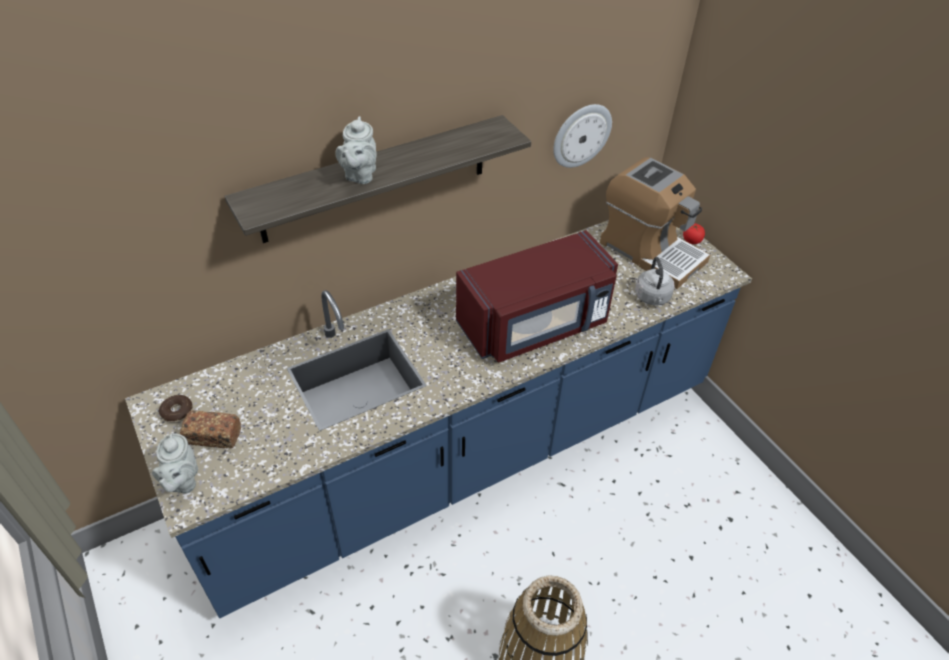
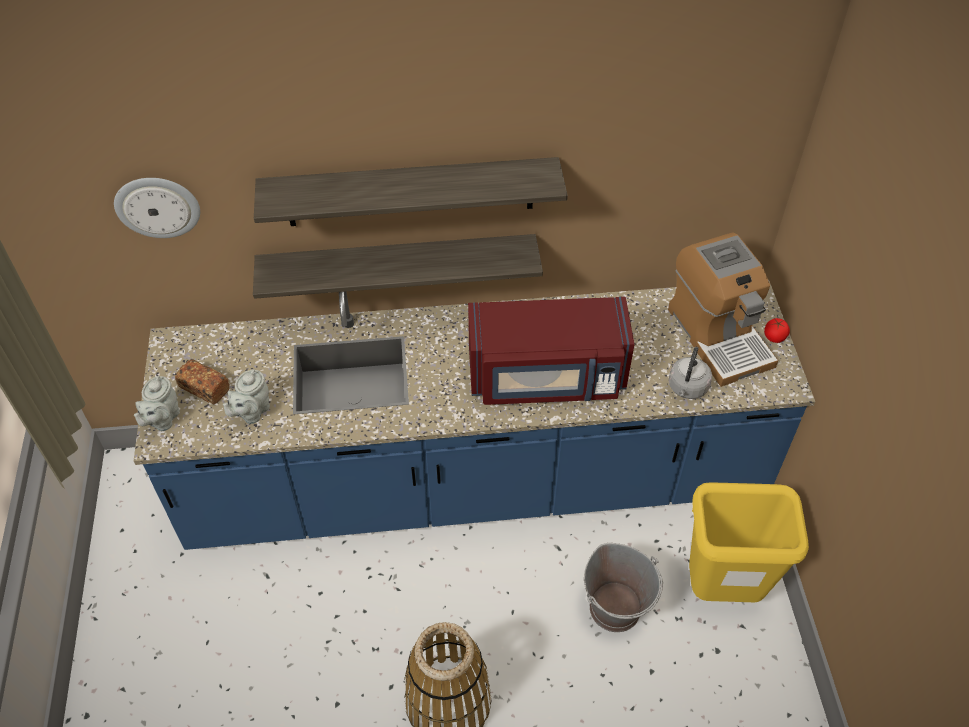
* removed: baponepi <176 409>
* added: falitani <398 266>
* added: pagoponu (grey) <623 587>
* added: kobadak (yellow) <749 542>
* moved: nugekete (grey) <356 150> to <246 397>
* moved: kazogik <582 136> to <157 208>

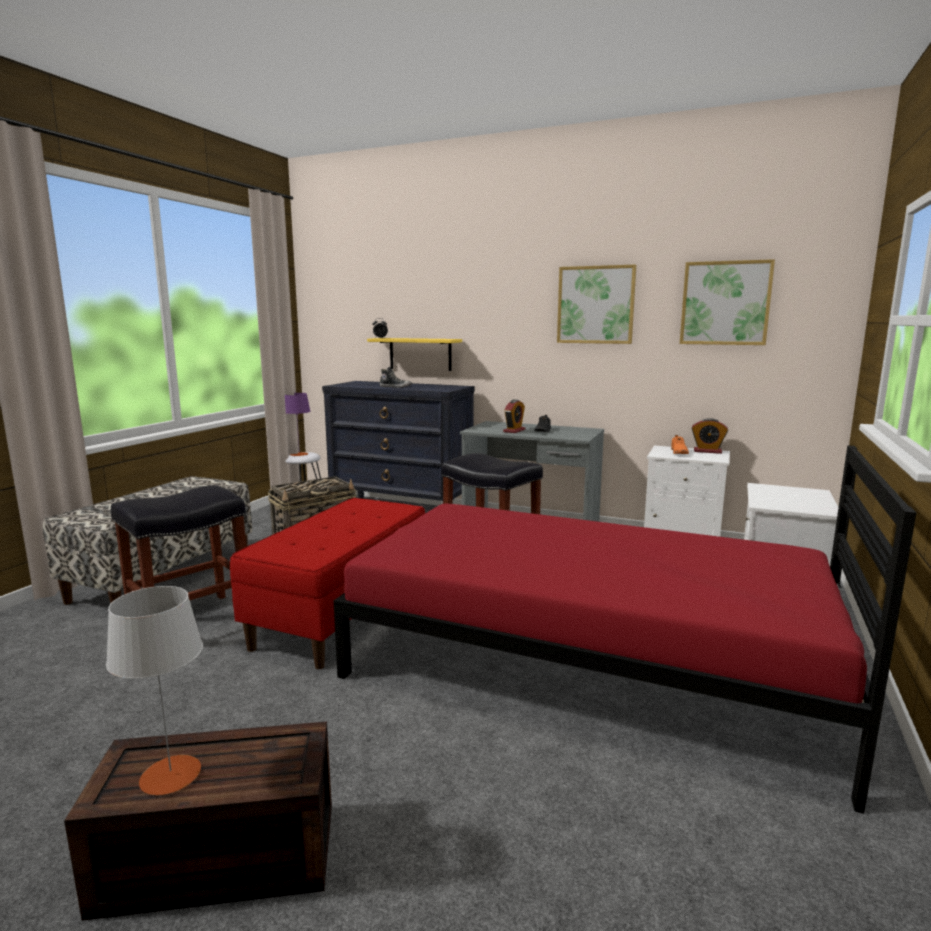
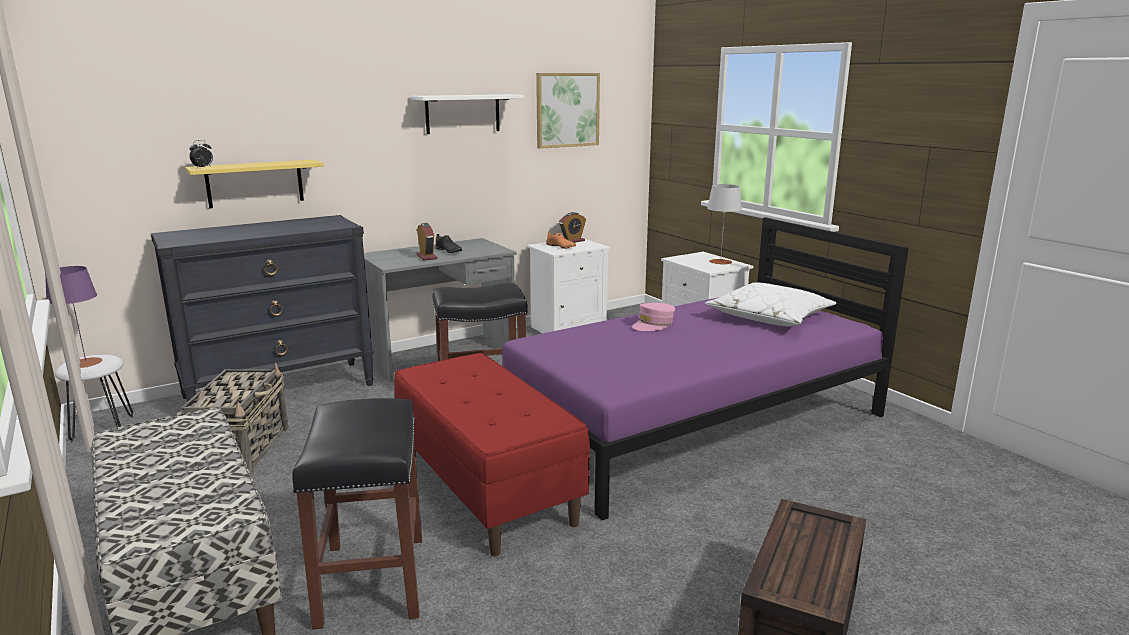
* removed: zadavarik <396 377>
* added: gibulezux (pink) <653 317>
* added: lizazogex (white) <771 304>
* moved: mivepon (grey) <154 690> to <724 224>
* replaced: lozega <596 304> to falitani (white) <467 114>
* recoloured: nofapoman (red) <625 629> to nofapoman (purple) <705 368>

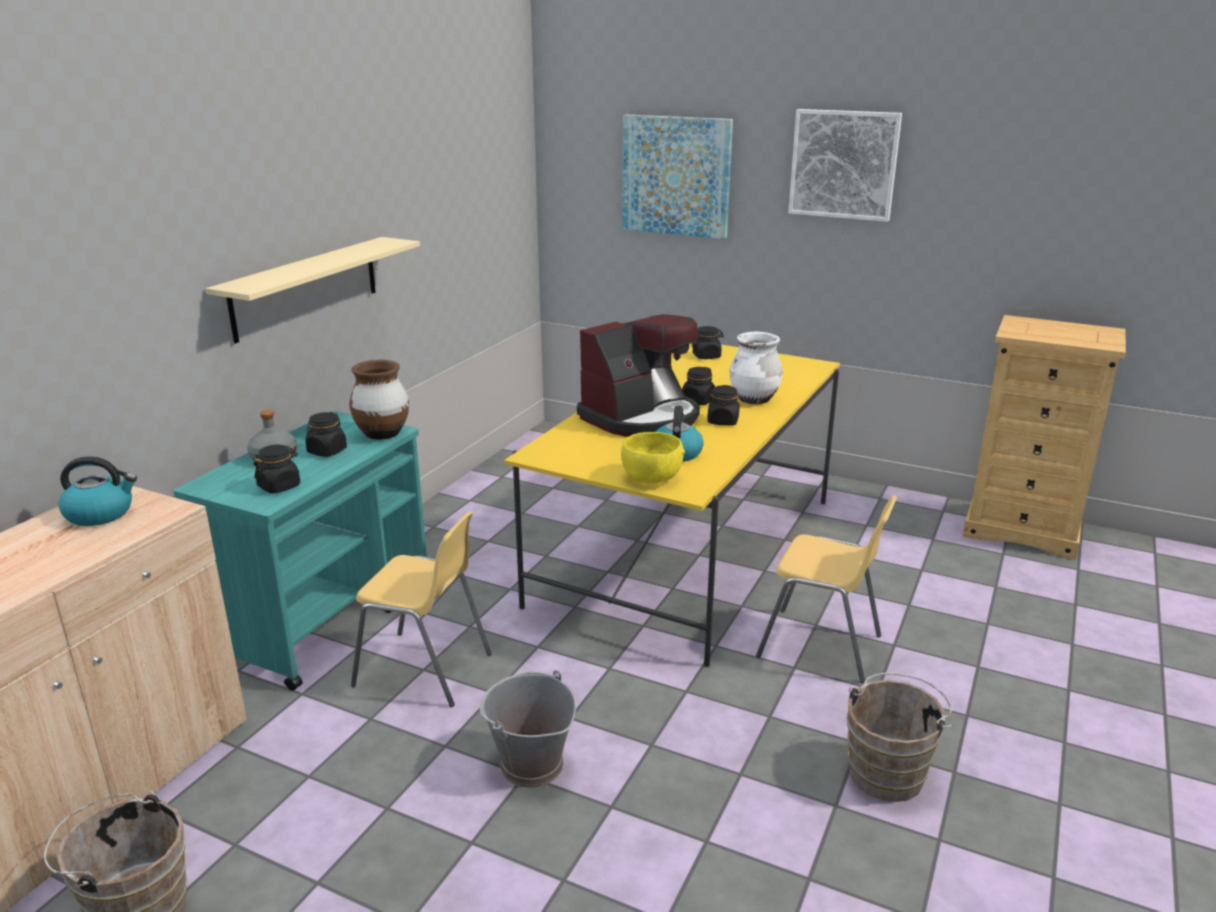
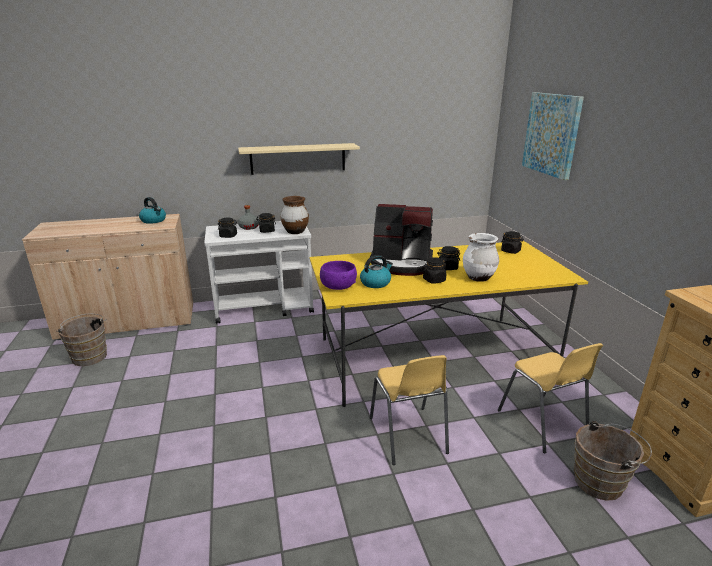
* removed: pagoponu (grey) <528 729>
* removed: lozega <845 165>
* moved: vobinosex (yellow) <421 609> to <550 398>
* moved: pagoponu (brown) <899 737> to <613 461>
* recoloured: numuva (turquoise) <300 551> to numuva (white) <259 272>
* recoloured: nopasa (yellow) <653 458> to nopasa (purple) <338 275>

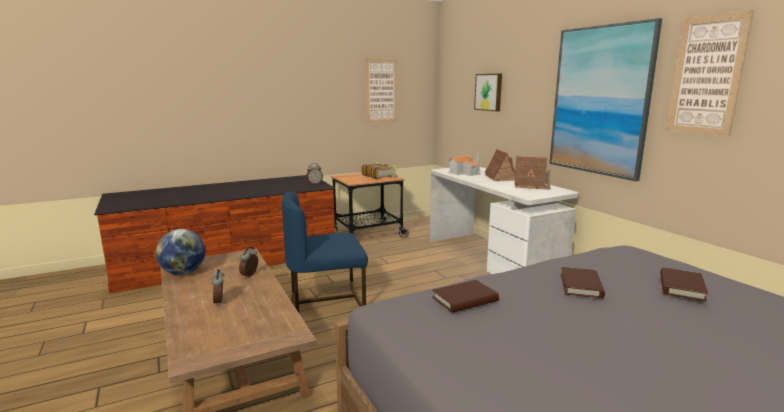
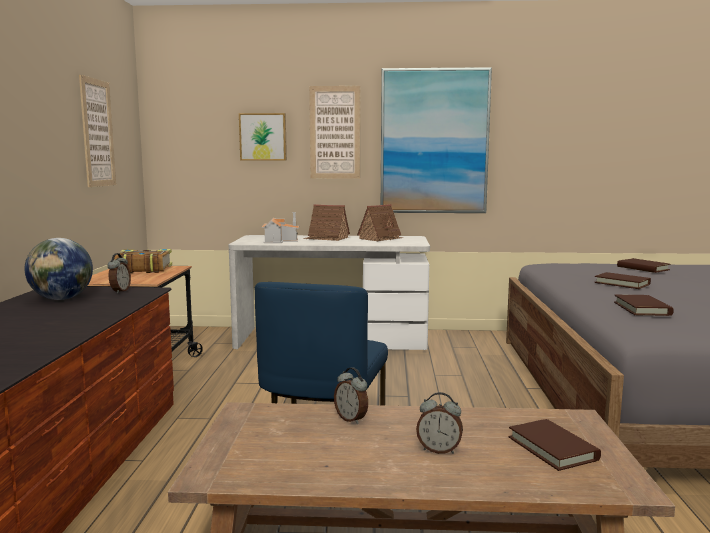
* added: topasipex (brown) <555 445>
* moved: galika <180 252> to <59 269>
* moved: lozega <710 73> to <334 132>

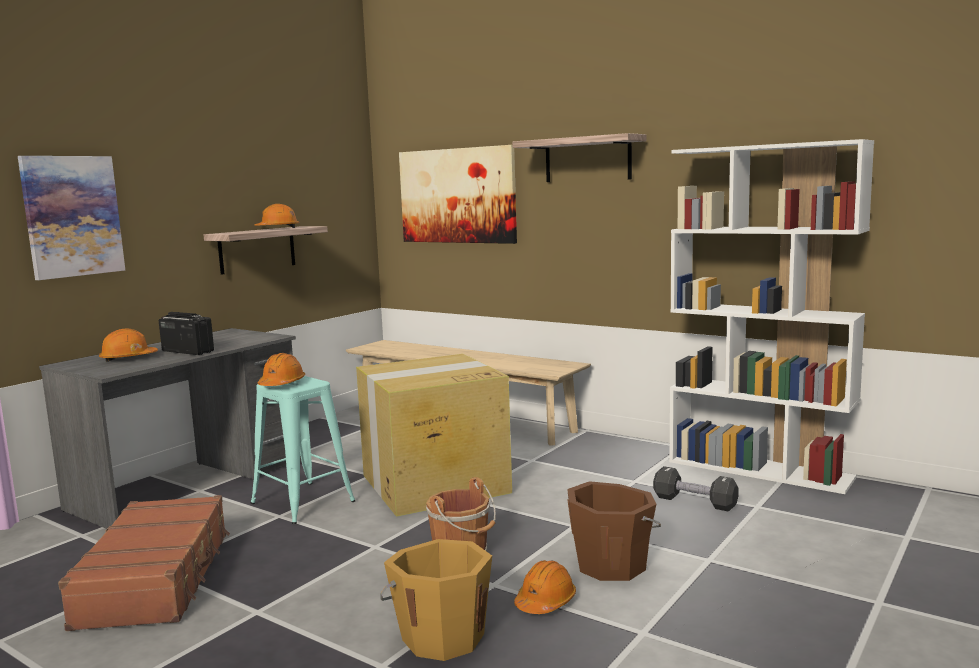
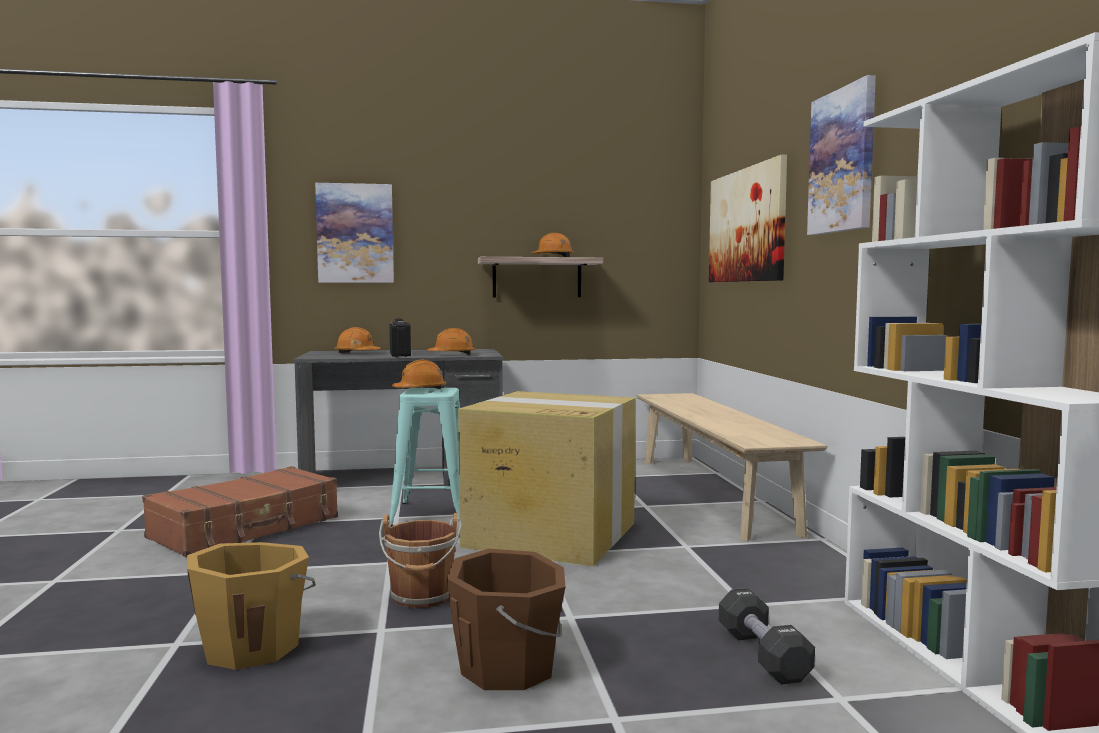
* moved: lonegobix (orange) <545 587> to <451 341>
* replaced: falitani <579 157> to lozega <841 155>

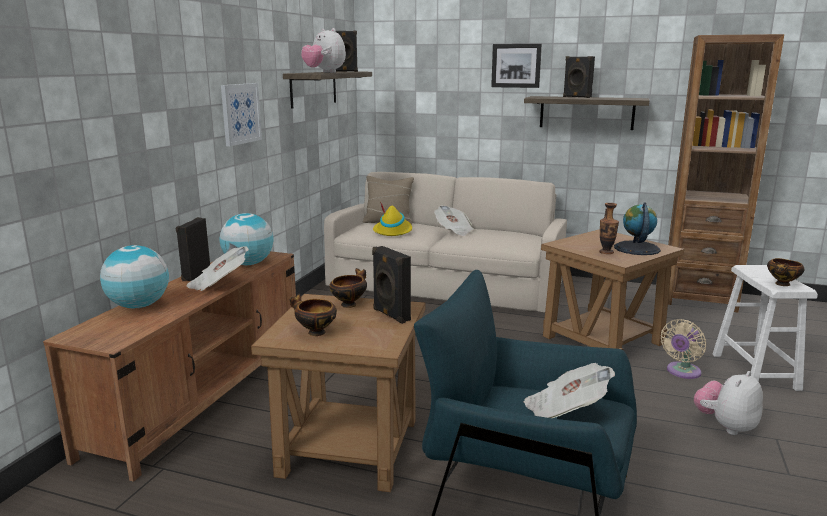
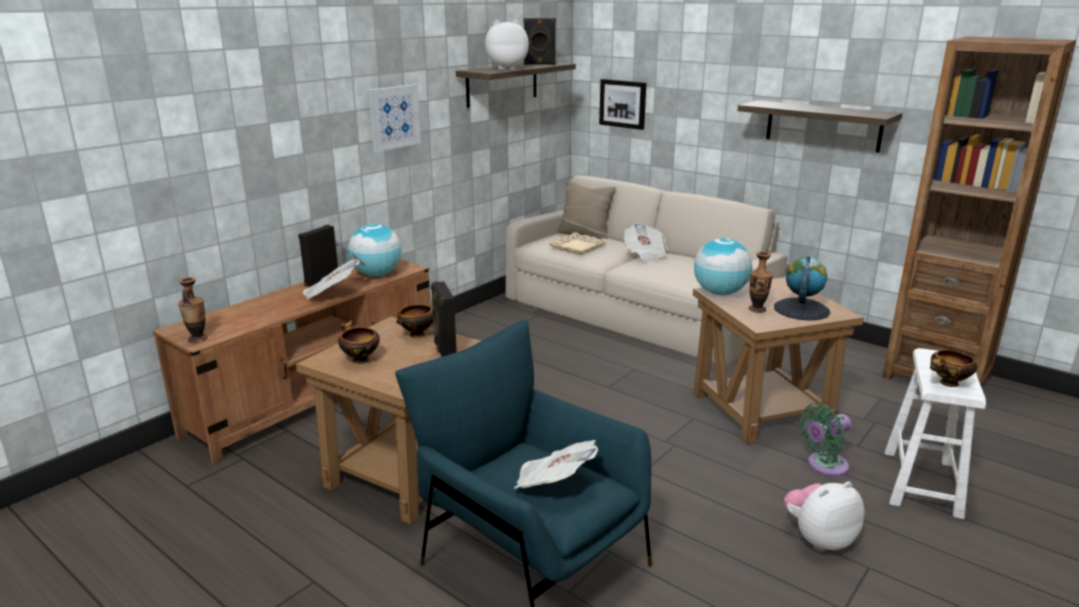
* removed: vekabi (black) <579 77>
* added: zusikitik <193 310>
* moved: galika <134 276> to <723 266>
* moved: lozega <516 66> to <622 104>
* replaced: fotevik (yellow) <392 218> to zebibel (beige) <578 243>
* recoloured: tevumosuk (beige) <683 349> to tevumosuk (green) <825 439>
* turned: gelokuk <323 50> = <507 45> 105 degrees clockwise

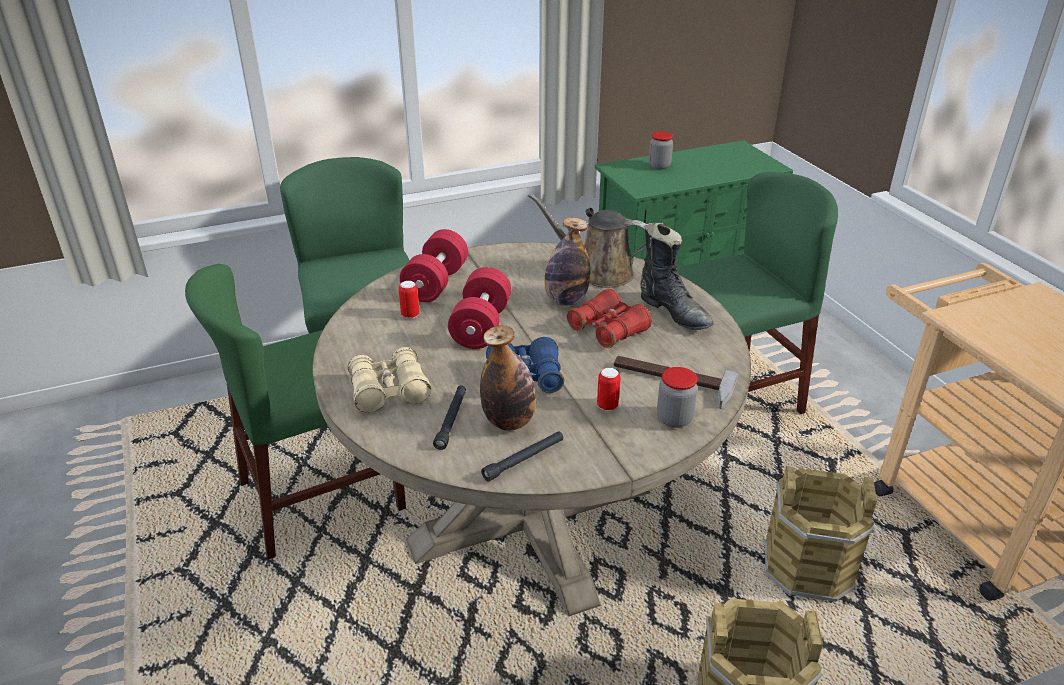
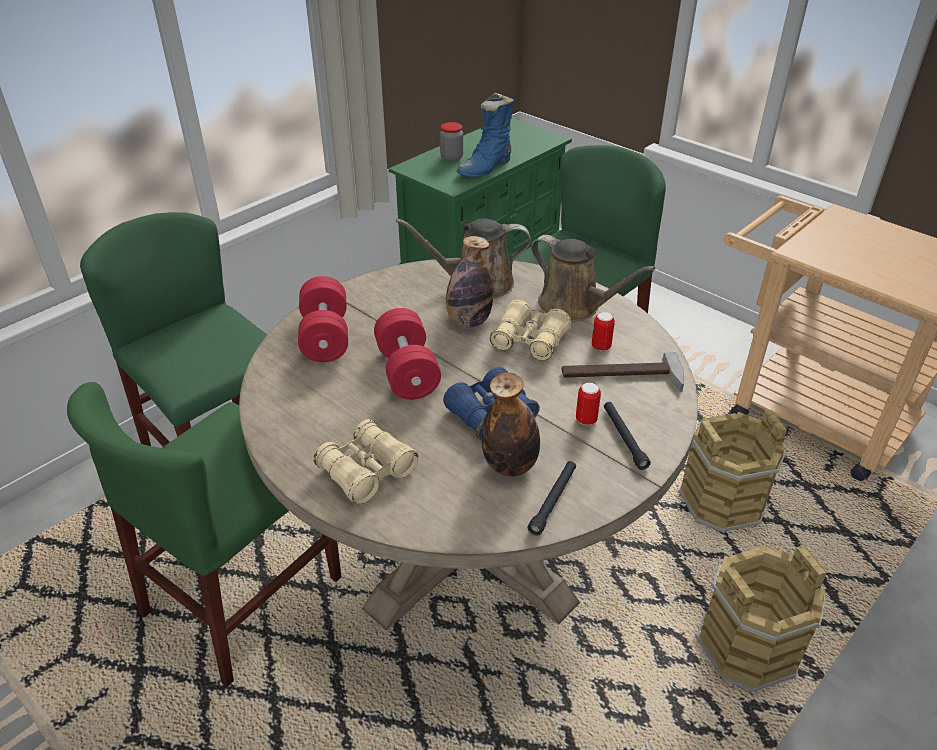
* removed: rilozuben <677 397>
* added: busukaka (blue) <485 135>
* moved: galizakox <409 300> to <603 331>
* moved: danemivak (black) <449 417> to <627 436>
* replaced: busukaka (black) <677 276> to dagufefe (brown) <593 278>
* recoloured: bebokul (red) <609 318> to bebokul (beige) <530 330>

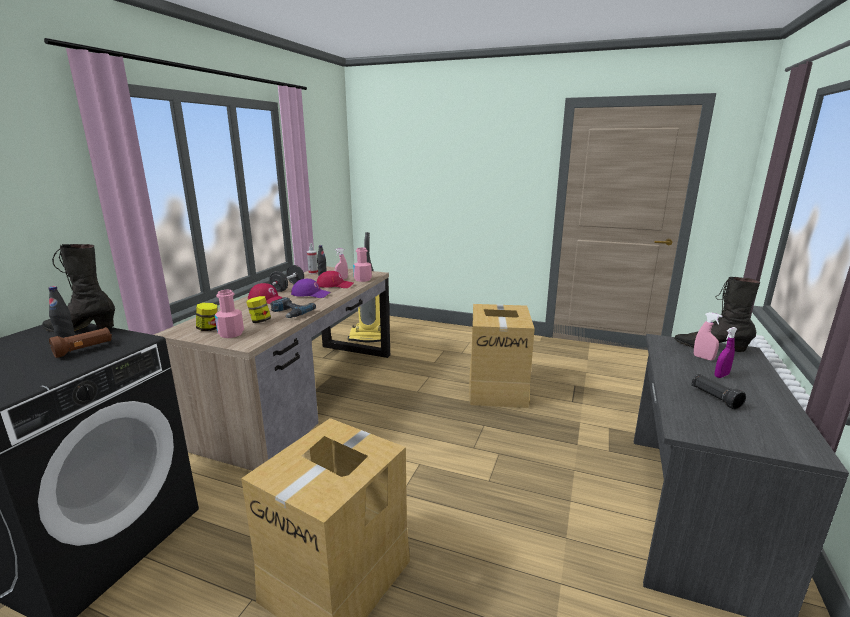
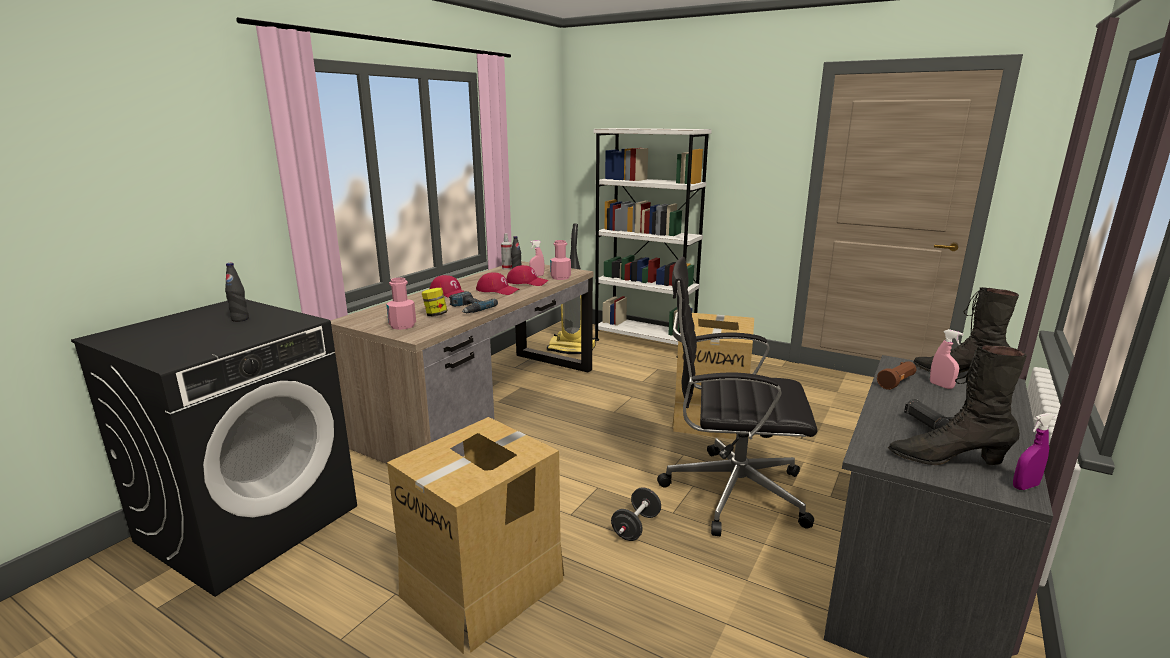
* removed: rilozuben <207 317>
* added: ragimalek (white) <652 242>
* added: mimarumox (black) <737 396>
* moved: busukaka (black) <78 288> to <957 405>
* moved: danemivak (brown) <80 342> to <897 375>
* moved: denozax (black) <286 278> to <636 514>
* moved: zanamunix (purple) <726 352> to <1033 451>
* recoloured: gibulezux (purple) <311 288> to gibulezux (red) <498 283>

